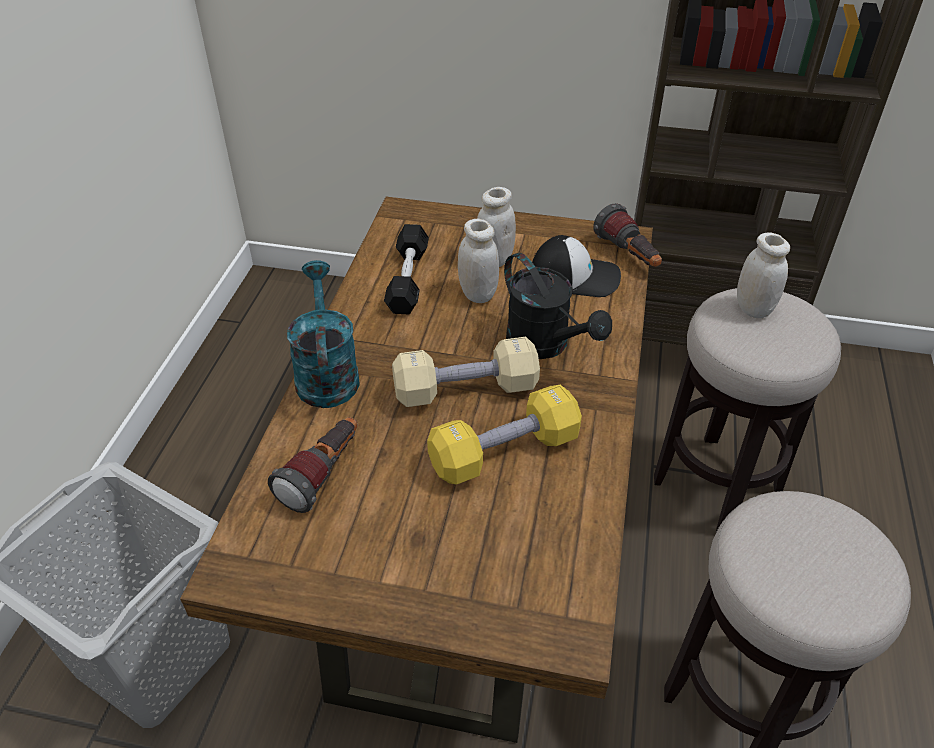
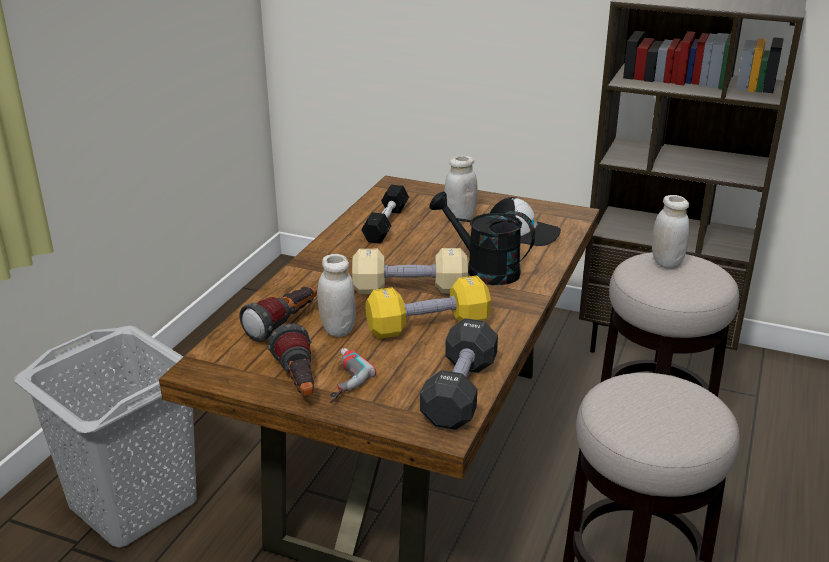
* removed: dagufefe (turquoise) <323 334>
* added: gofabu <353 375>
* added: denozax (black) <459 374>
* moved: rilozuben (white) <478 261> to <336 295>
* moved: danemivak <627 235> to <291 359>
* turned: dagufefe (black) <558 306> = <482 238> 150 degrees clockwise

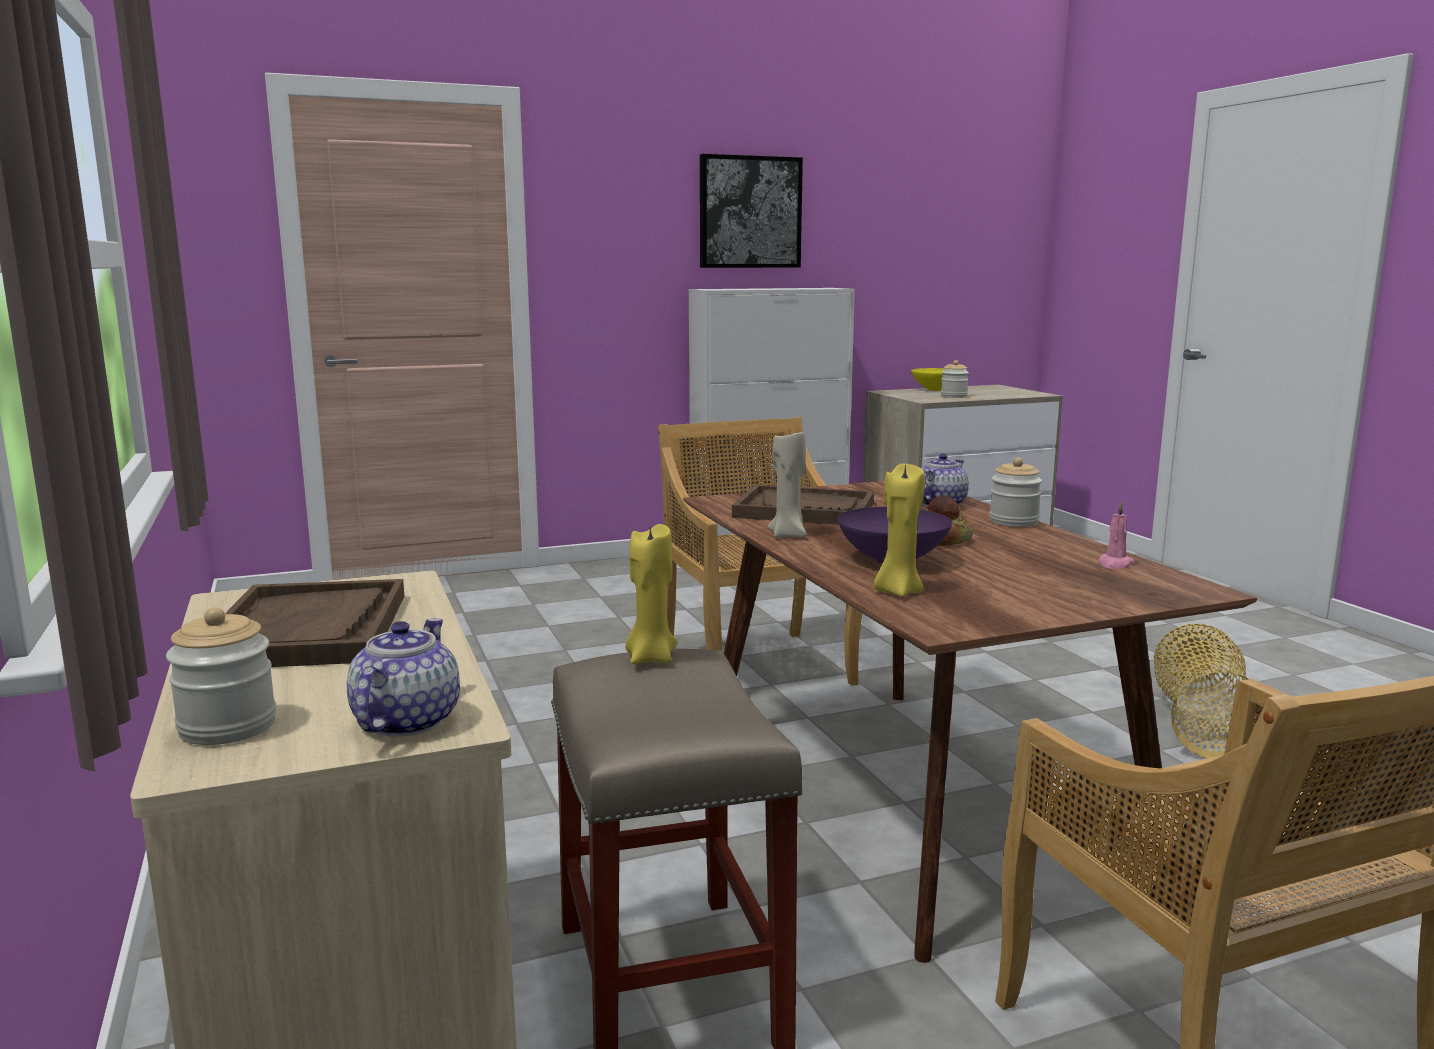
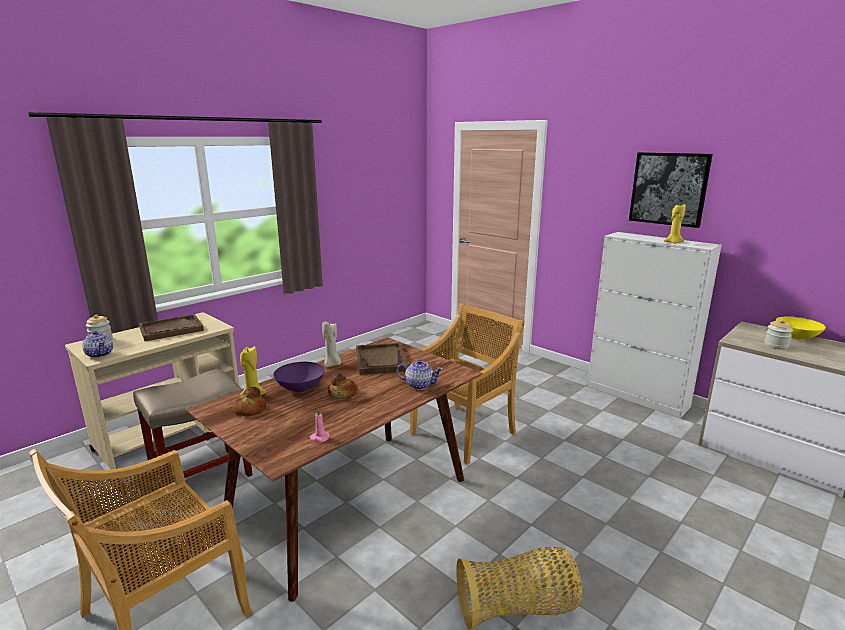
* removed: rilozuben <1015 492>
* added: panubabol <249 401>
* moved: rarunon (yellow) <651 594> to <675 224>
* turned: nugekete <403 677> = <97 344> 60 degrees clockwise

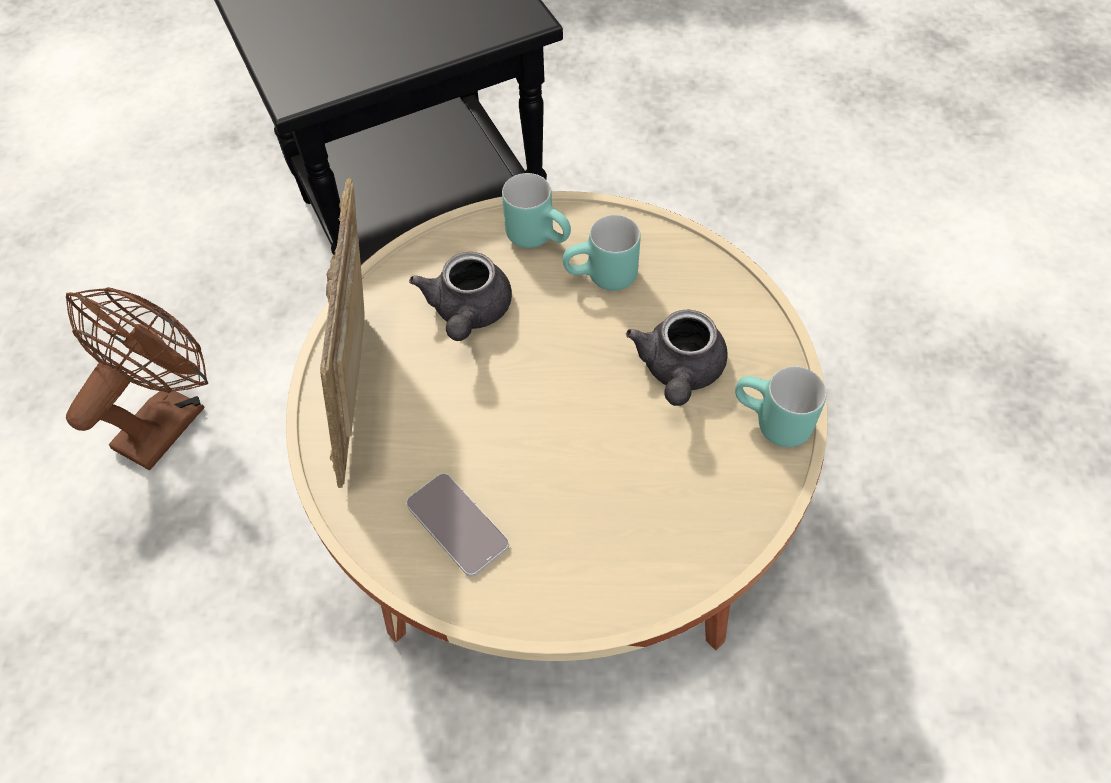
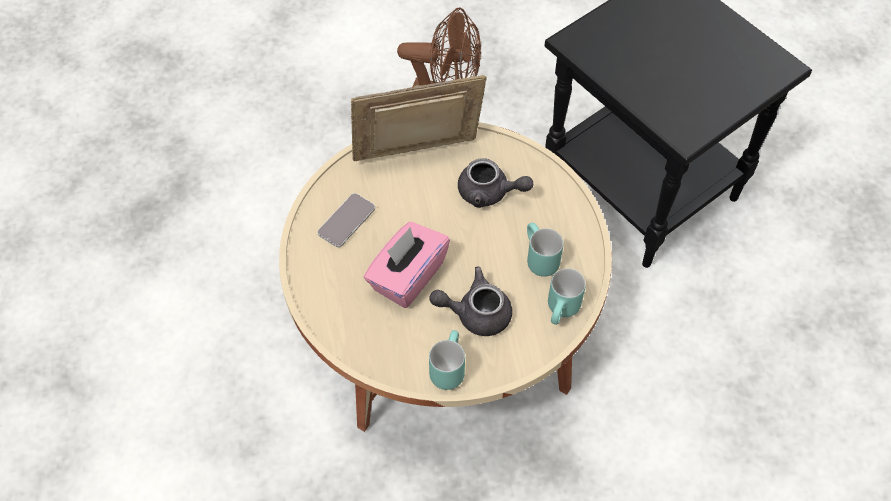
* added: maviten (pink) <407 265>
* moved: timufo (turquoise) <536 210> to <567 296>
* turned: nugekete (grey) <460 296> = <495 183> 150 degrees counterclockwise

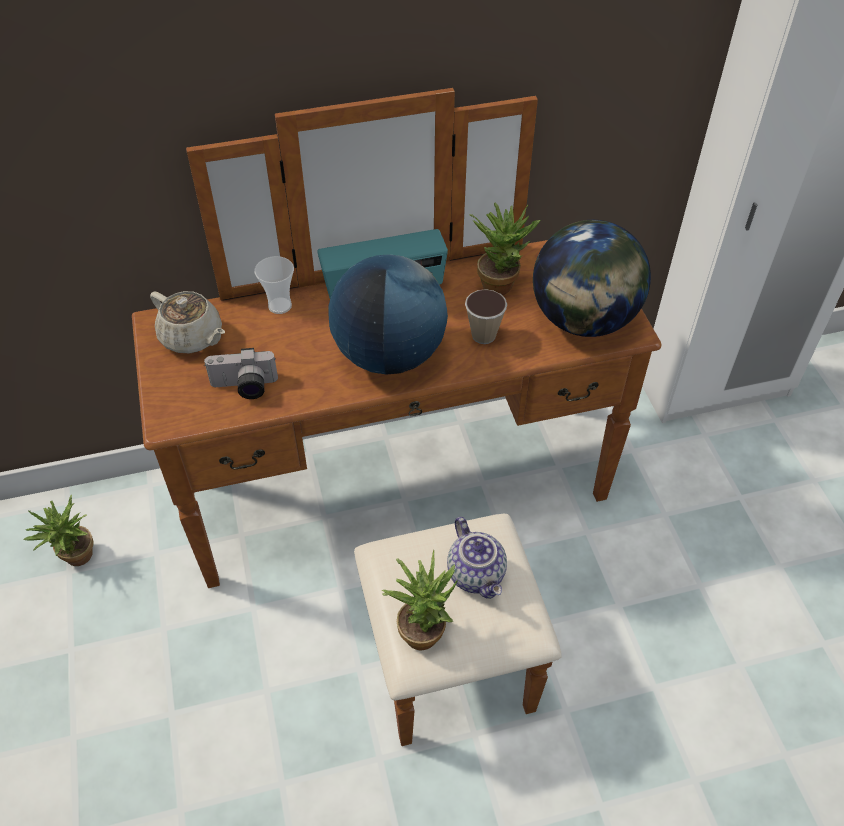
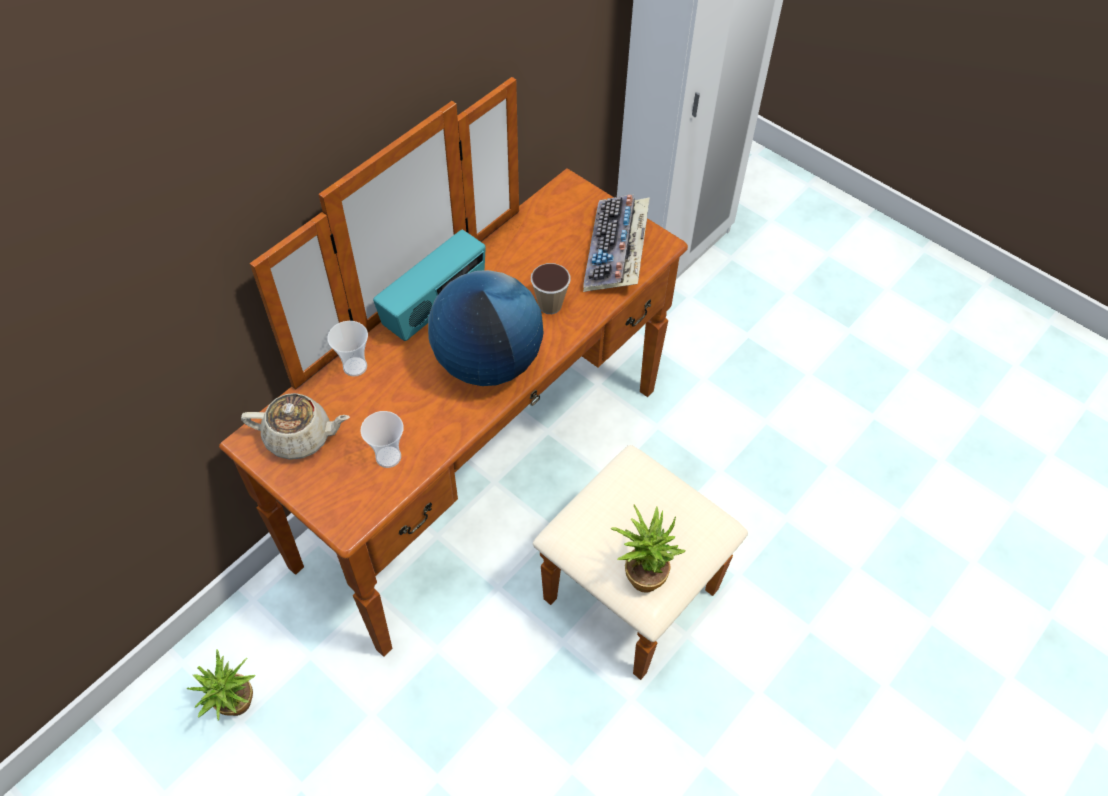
* removed: nugekete <477 558>
* removed: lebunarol <504 248>
* replaced: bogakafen <241 373> to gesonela <382 439>
* replaced: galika <592 278> to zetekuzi <616 243>

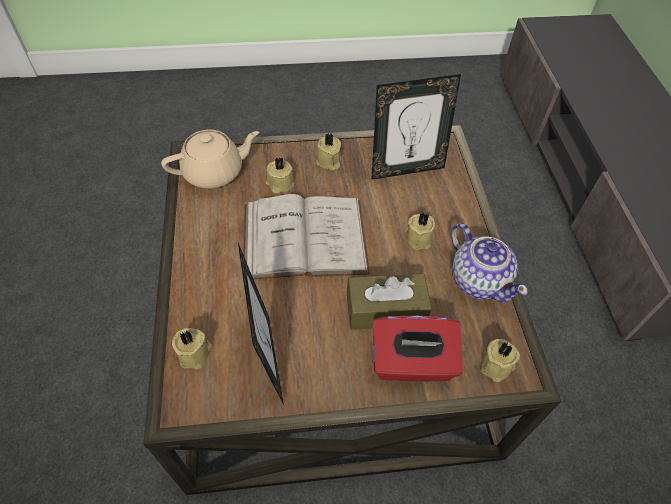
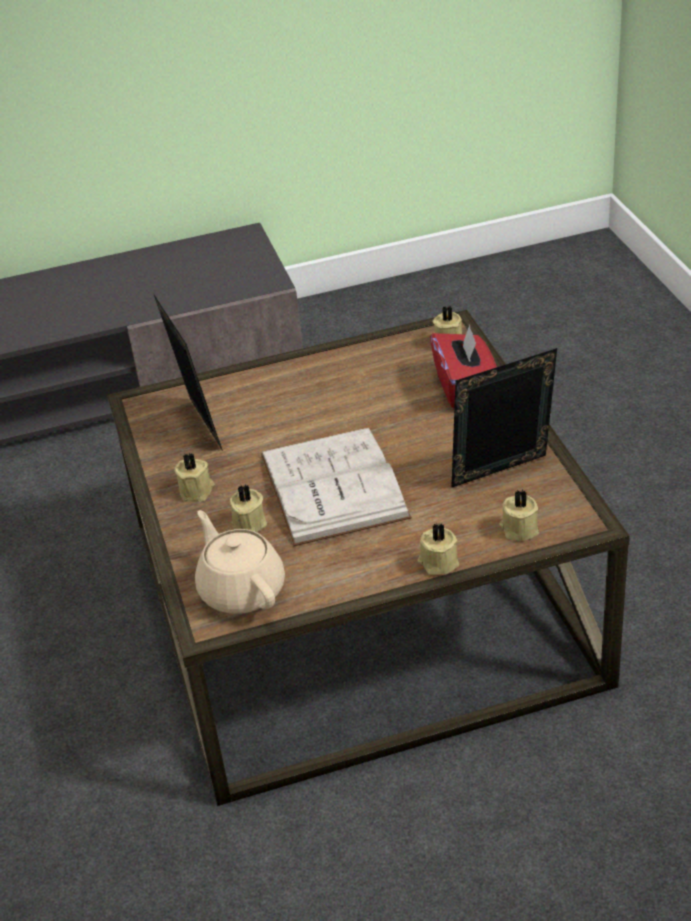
* removed: maviten (brown) <389 302>
* removed: nugekete <489 263>
* moved: rarunon (beige) <421 231> to <438 549>

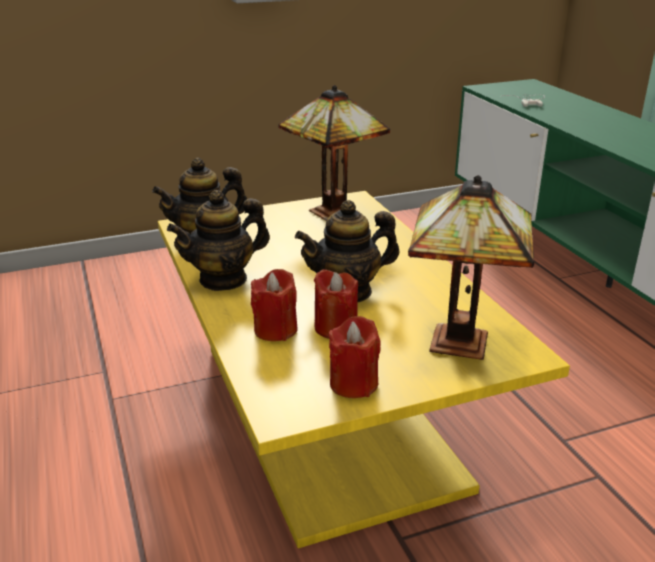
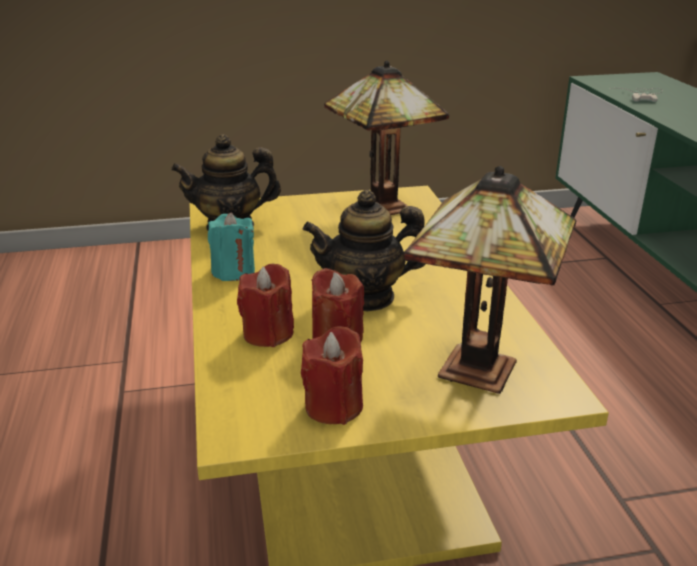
* replaced: nugekete <218 240> to rarunon (turquoise) <231 246>

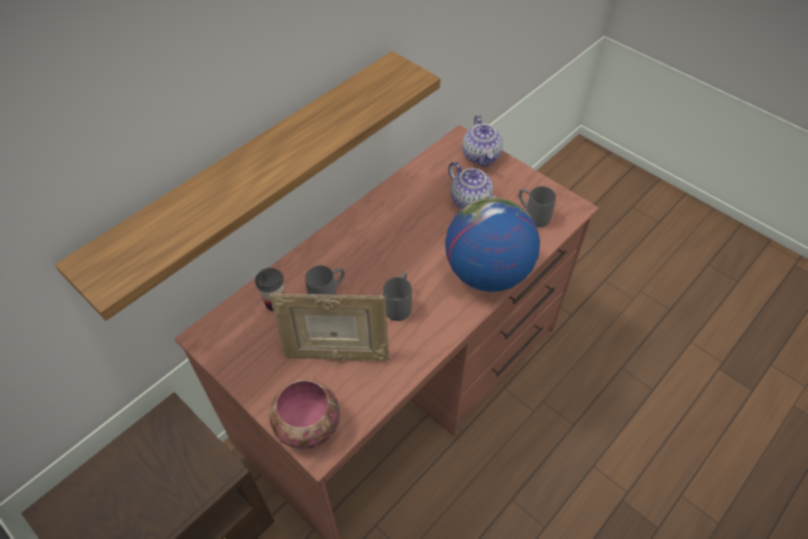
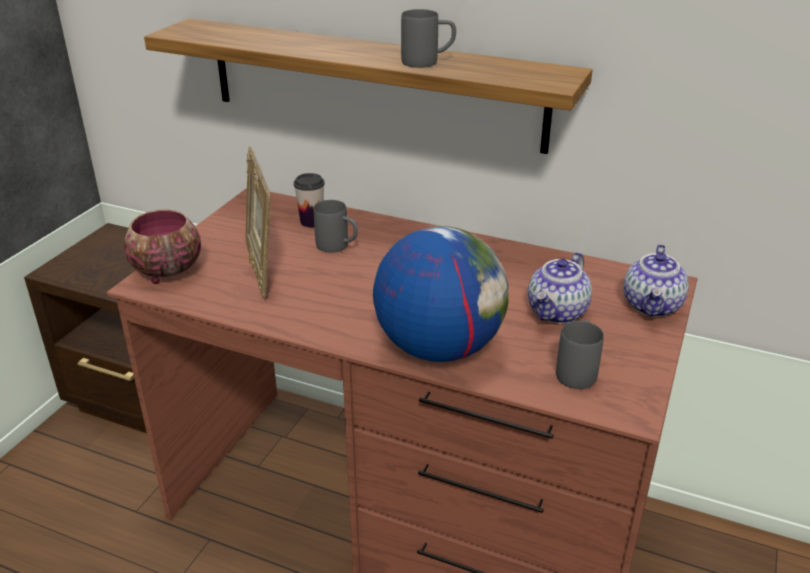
* moved: timufo (grey) <397 296> to <428 38>
* turned: nugekete <482 141> = <656 280> 45 degrees counterclockwise

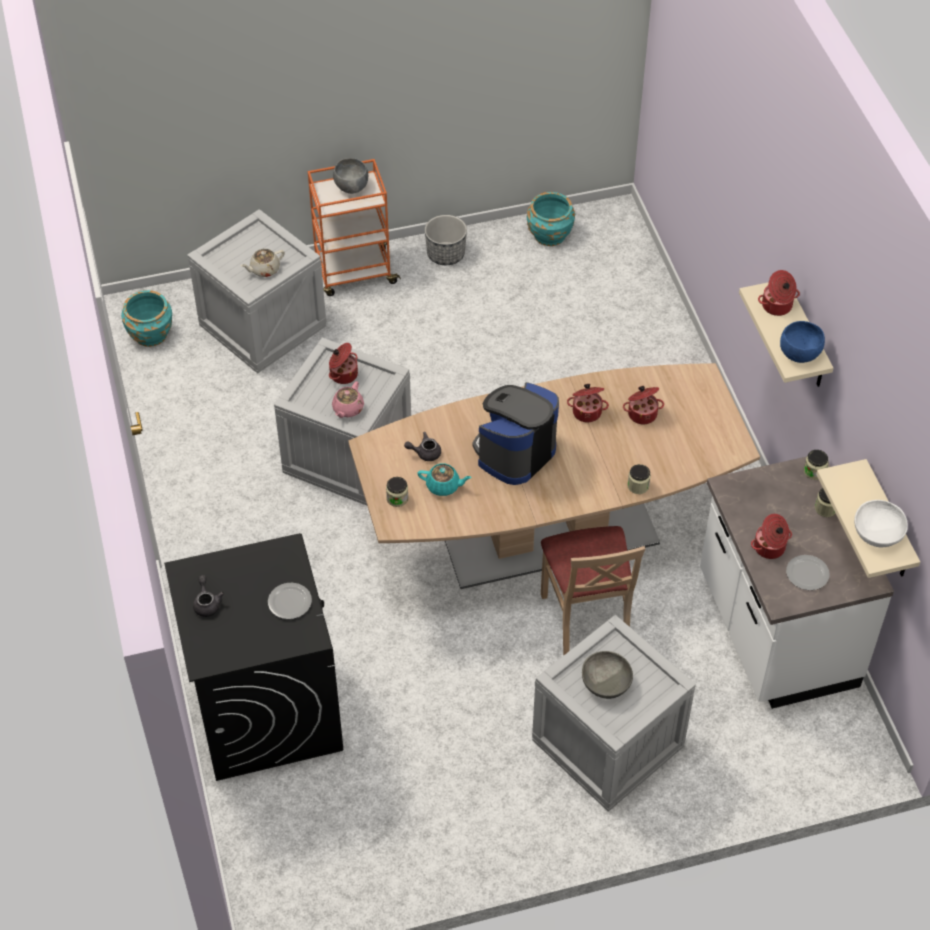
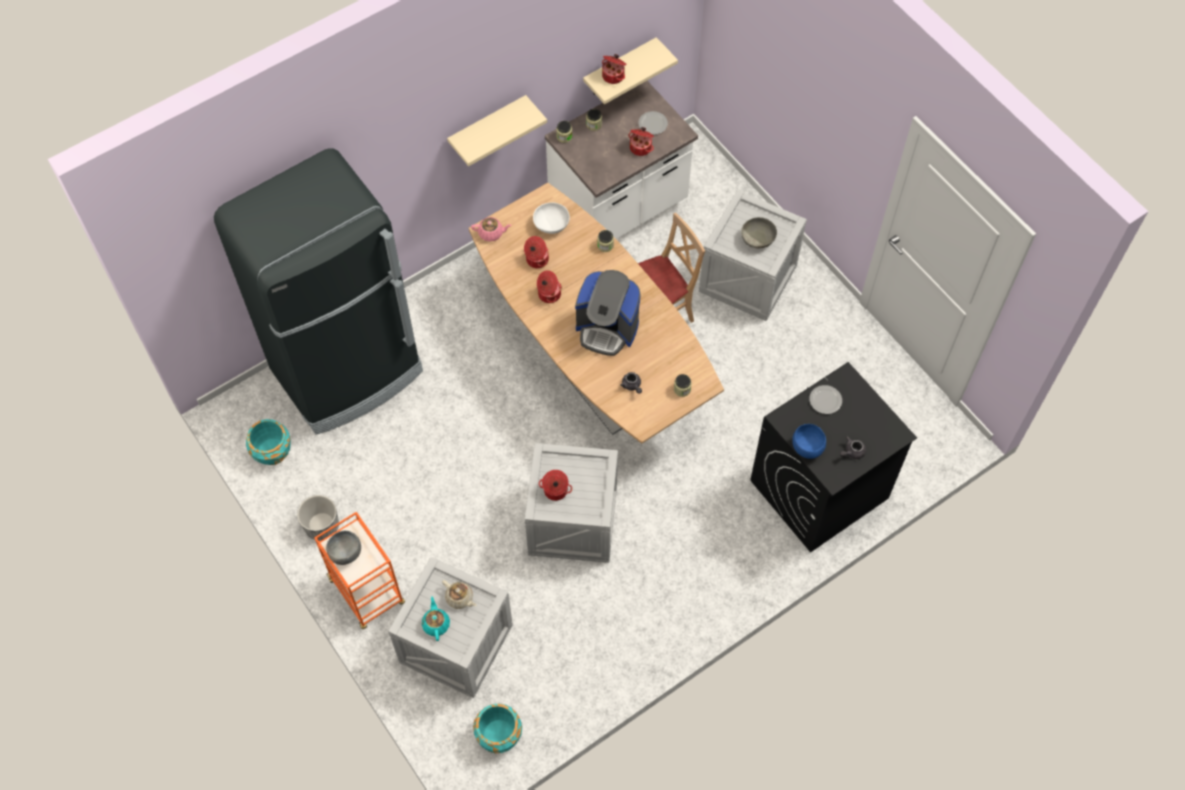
* added: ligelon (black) <318 291>
* moved: nugekete (pink) <348 399> to <491 229>
* moved: nugekete (turquoise) <445 480> to <436 618>
* moved: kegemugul <779 293> to <614 69>
* moved: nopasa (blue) <802 342> to <809 441>
* moved: nopasa (white) <881 523> to <551 218>

